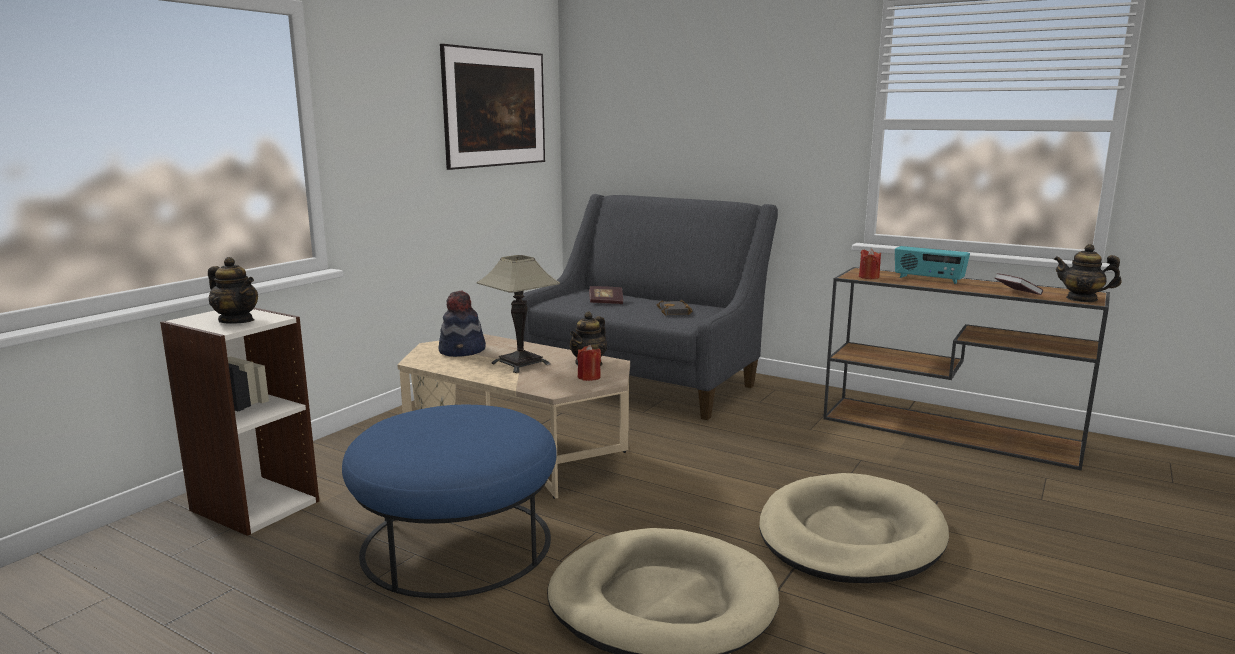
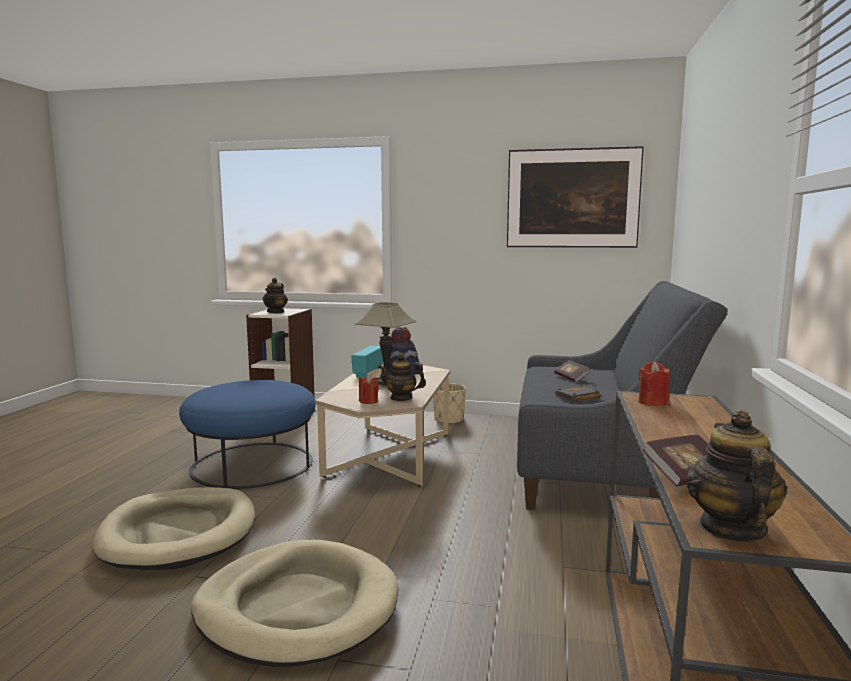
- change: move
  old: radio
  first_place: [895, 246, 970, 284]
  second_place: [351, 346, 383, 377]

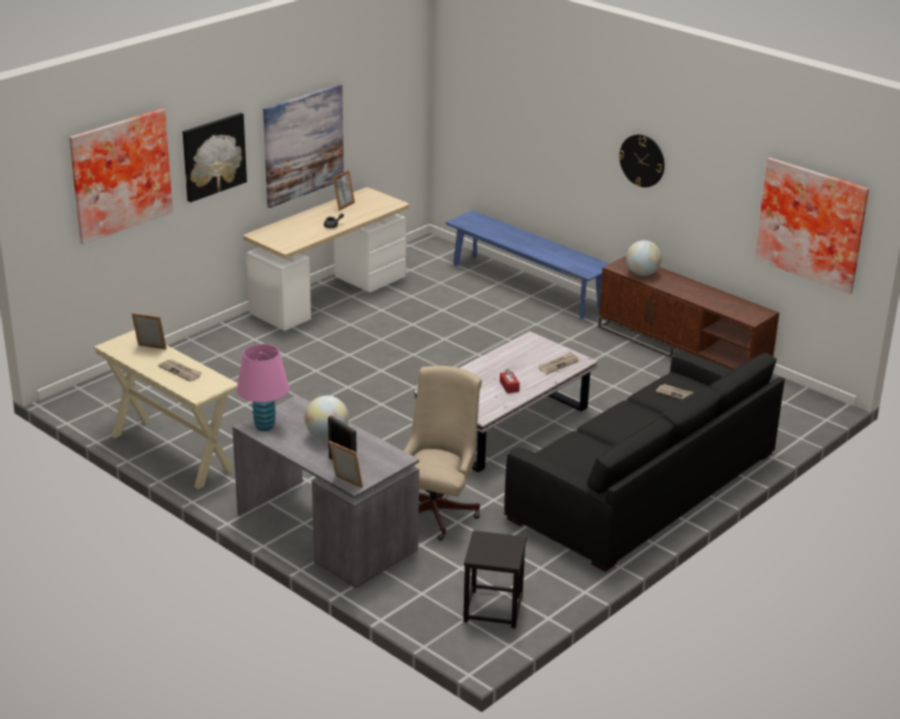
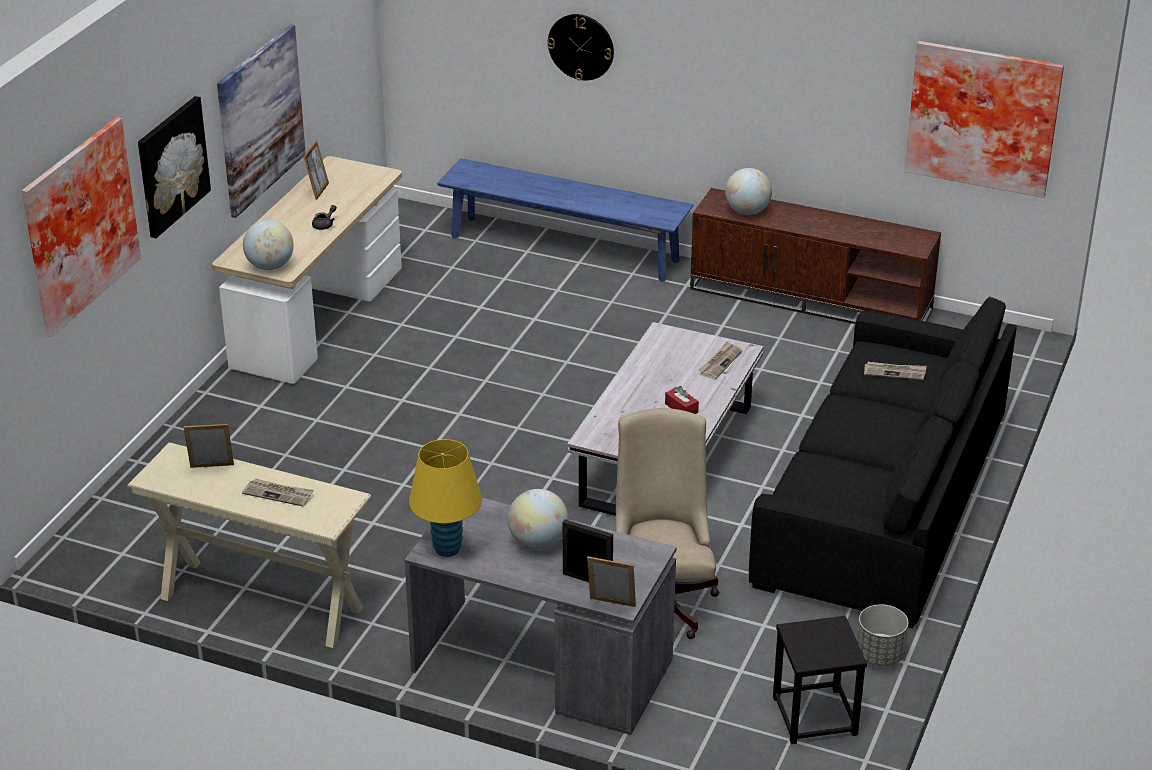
- change: recolor
  old: pink table lamp
  new: yellow table lamp
  first_place: [237, 344, 289, 431]
  second_place: [409, 439, 482, 557]
- change: move
  old: wall clock
  first_place: [619, 134, 665, 187]
  second_place: [547, 14, 614, 81]
- change: insert
  new: globe
  second_place: [243, 220, 294, 270]
- change: insert
  new: grey planter
  second_place: [857, 604, 908, 666]

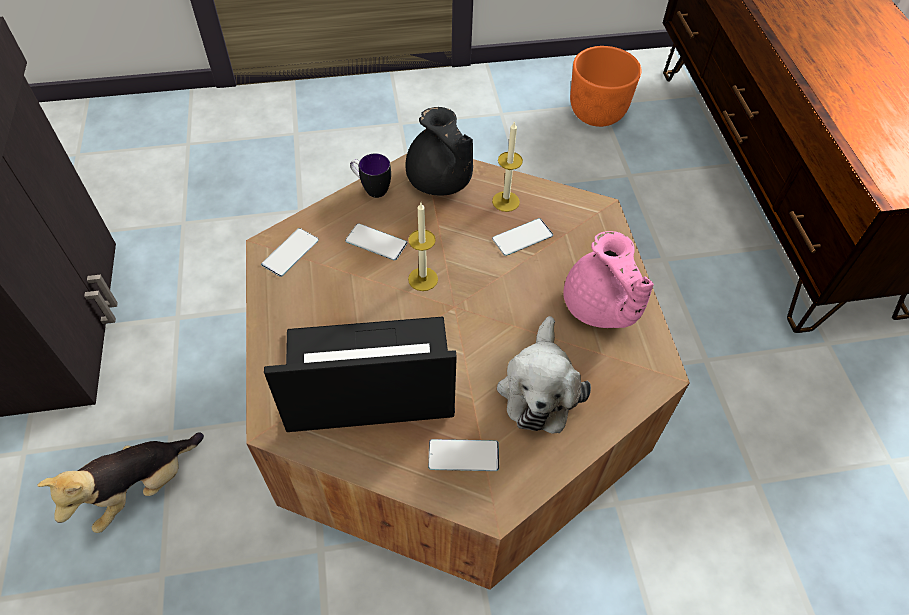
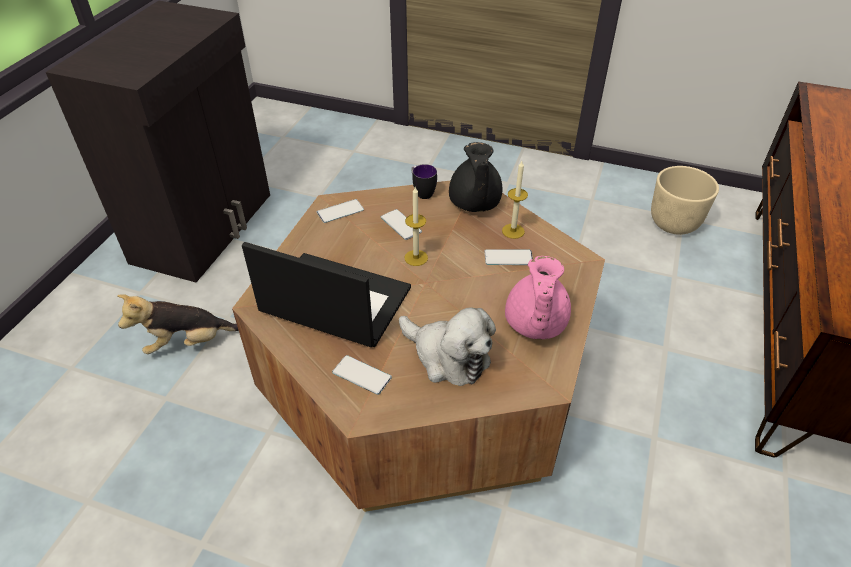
- change: rotate
  old: plush toy
  first_place: [497, 316, 591, 434]
  second_place: [399, 307, 496, 386]
  degrees: -90
- change: recolor
  old: orange planter
  new: beige planter
  first_place: [570, 46, 641, 127]
  second_place: [651, 166, 719, 235]

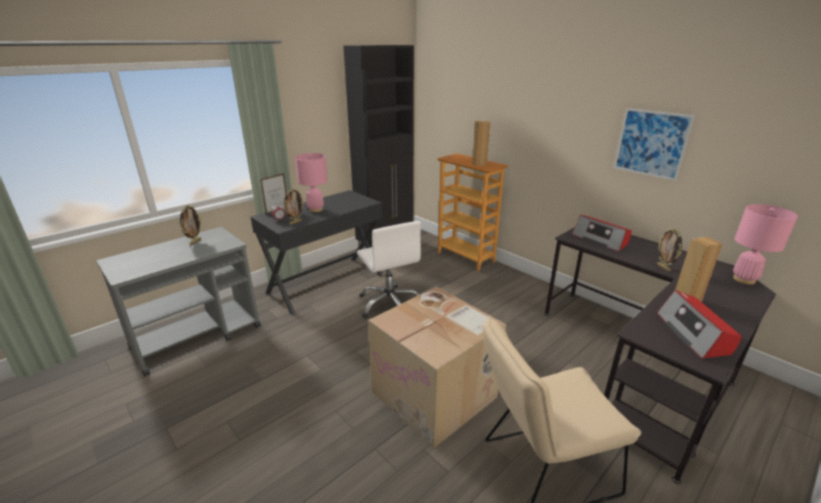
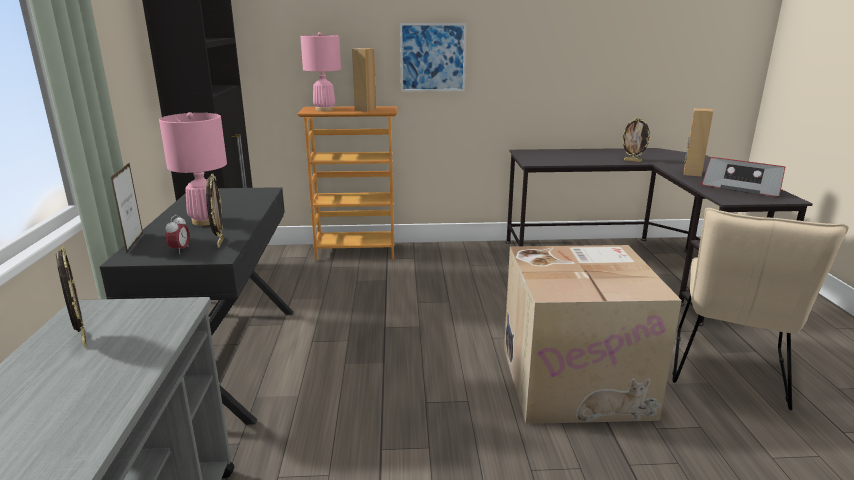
- change: delete
  old: white office chair
  first_place: [357, 221, 421, 319]
- change: delete
  old: radio
  first_place: [572, 215, 632, 251]
- change: move
  old: picture
  first_place: [614, 108, 695, 181]
  second_place: [400, 23, 466, 91]
- change: move
  old: pink table lamp
  first_place: [733, 204, 798, 285]
  second_place: [300, 32, 341, 111]

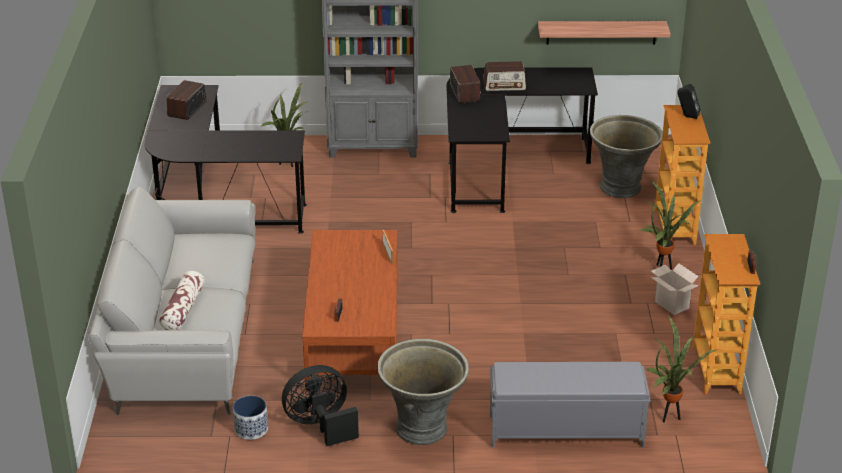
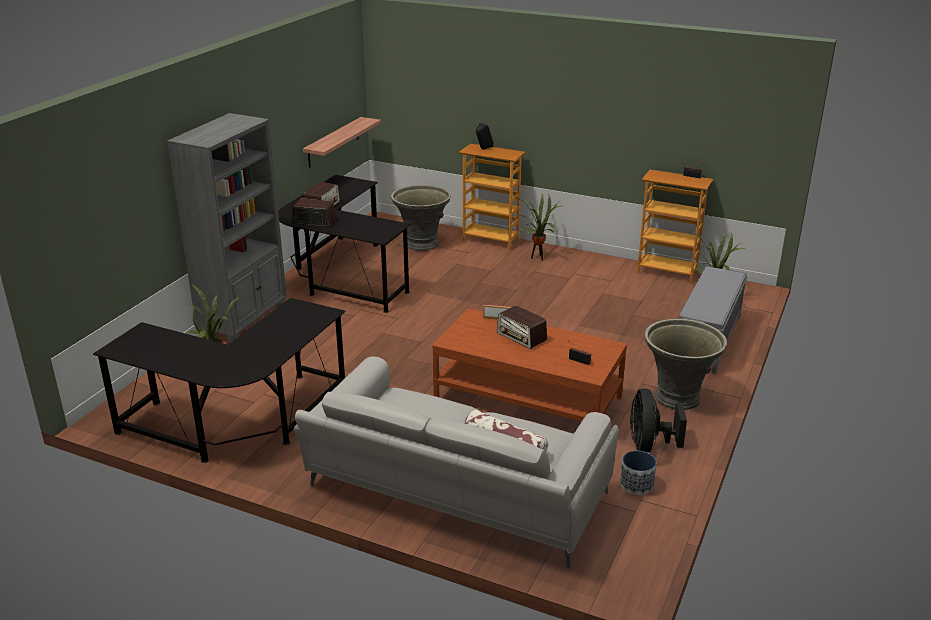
- change: move
  old: radio
  first_place: [167, 80, 207, 120]
  second_place: [497, 305, 547, 349]
- change: delete
  old: cardboard box
  first_place: [651, 263, 699, 315]

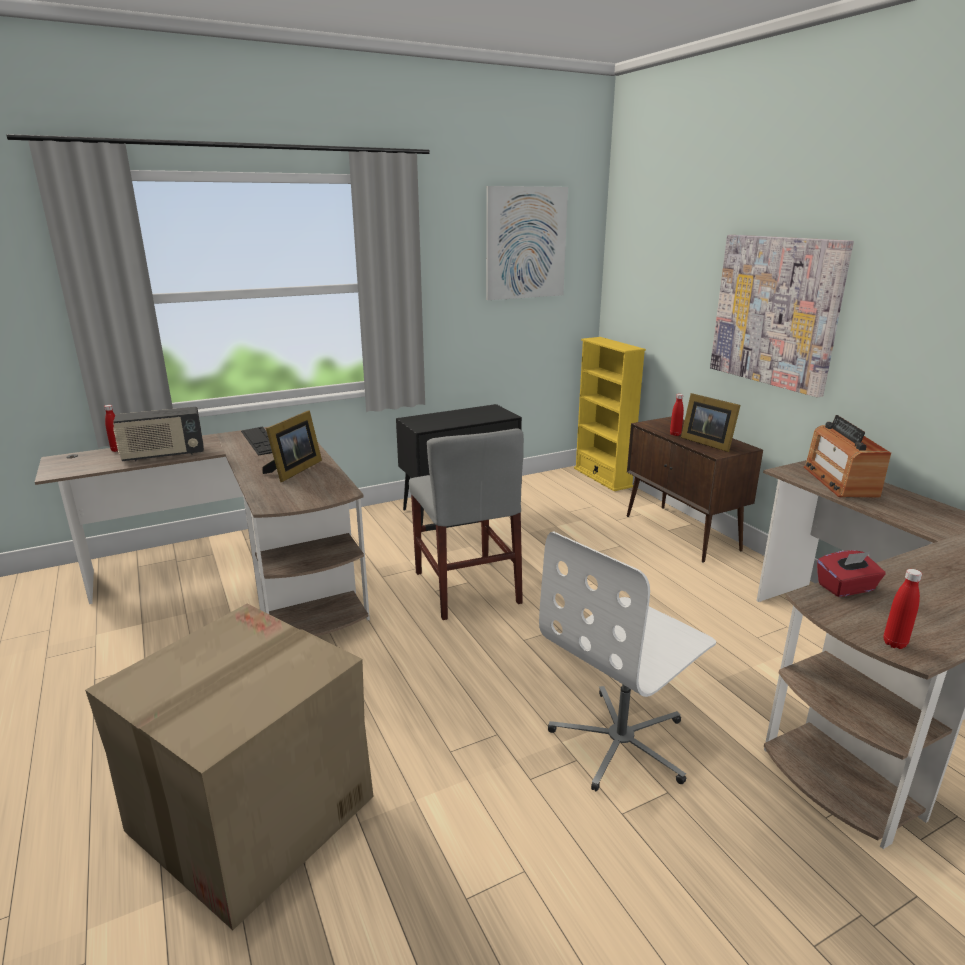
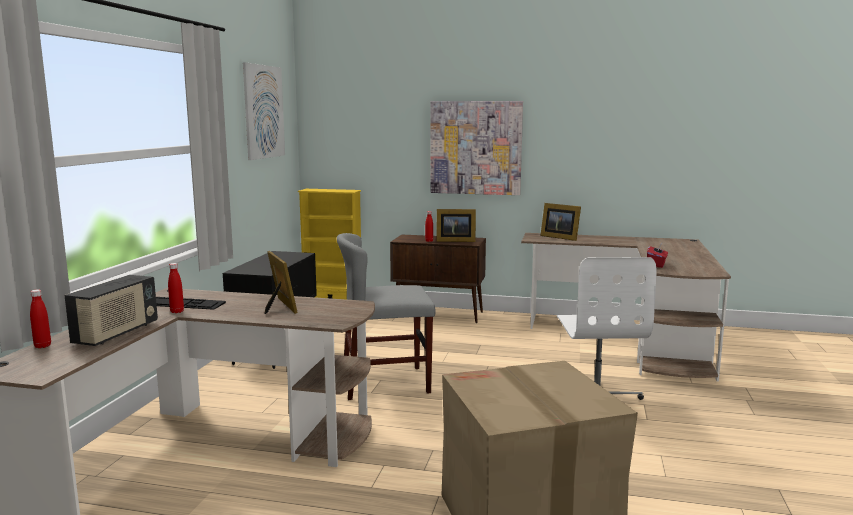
- change: rotate
  old: grey chair
  first_place: [409, 428, 524, 620]
  second_place: [337, 233, 436, 400]
  degrees: 150
- change: replace
  old: radio
  new: picture frame
  first_place: [804, 415, 891, 498]
  second_place: [540, 203, 581, 241]
- change: move
  old: red bottle
  first_place: [883, 569, 922, 649]
  second_place: [168, 263, 184, 313]

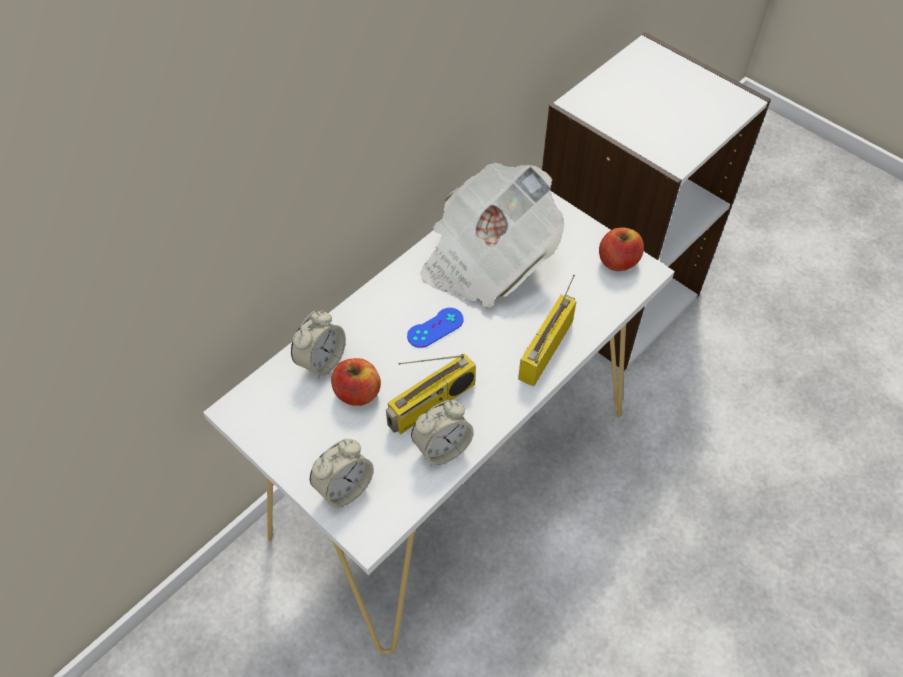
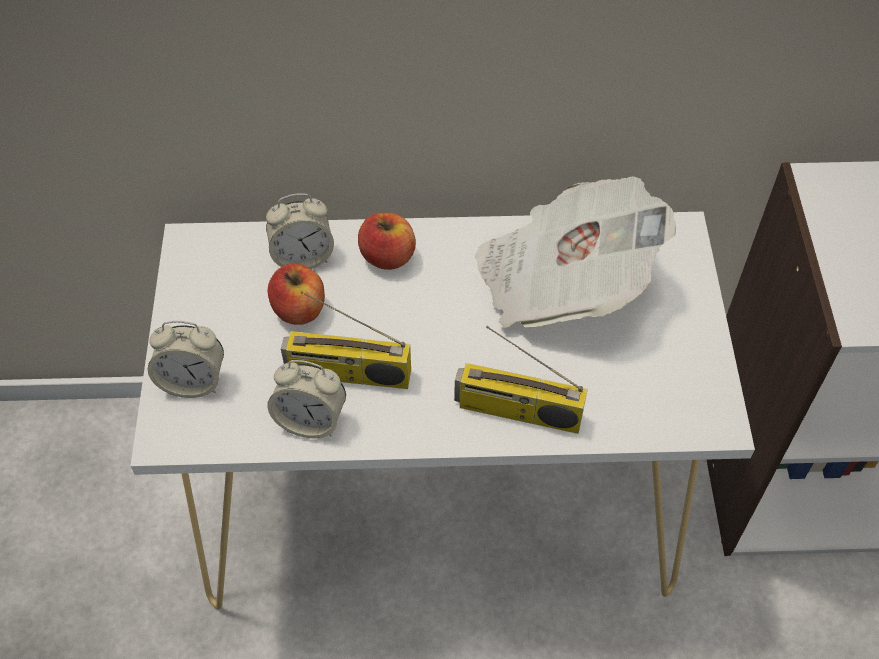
- change: delete
  old: blue game controller
  first_place: [407, 308, 464, 348]
- change: rotate
  old: radio
  first_place: [518, 274, 577, 387]
  second_place: [454, 326, 588, 434]
  degrees: -150
- change: move
  old: apple
  first_place: [599, 227, 644, 271]
  second_place: [358, 213, 416, 270]

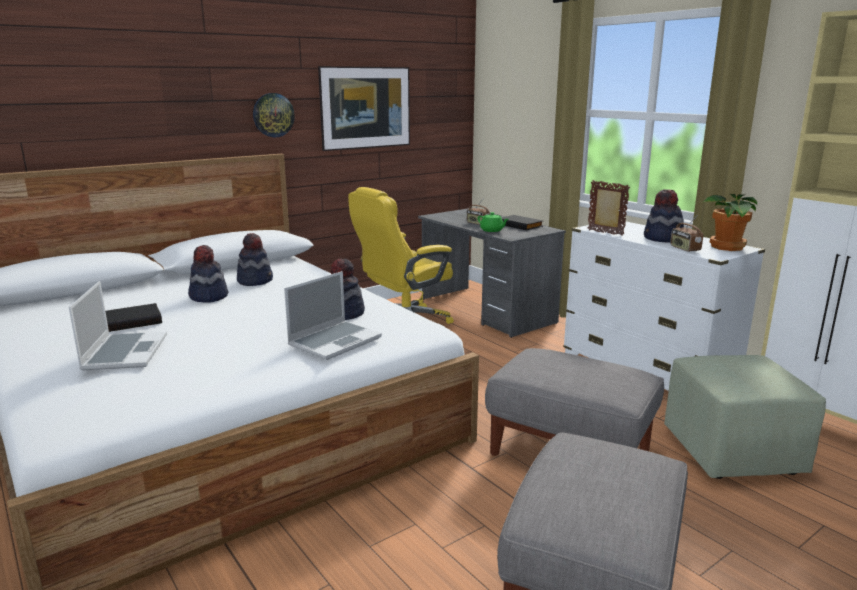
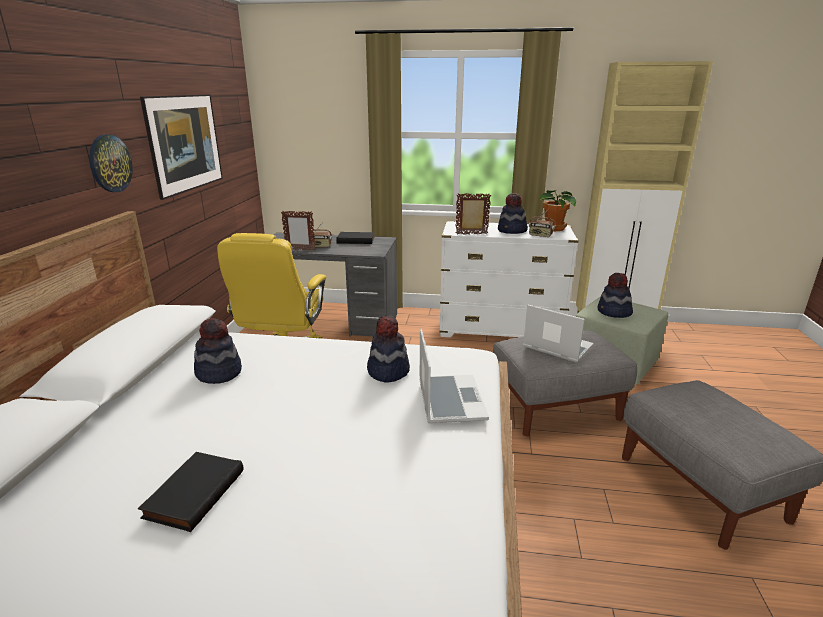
- change: move
  old: laptop
  first_place: [69, 281, 167, 370]
  second_place: [523, 304, 593, 362]
- change: move
  old: hat
  first_place: [188, 245, 228, 303]
  second_place: [597, 273, 633, 318]
- change: delete
  old: green teapot
  first_place: [478, 212, 508, 232]
- change: insert
  new: picture frame
  second_place: [281, 211, 315, 251]

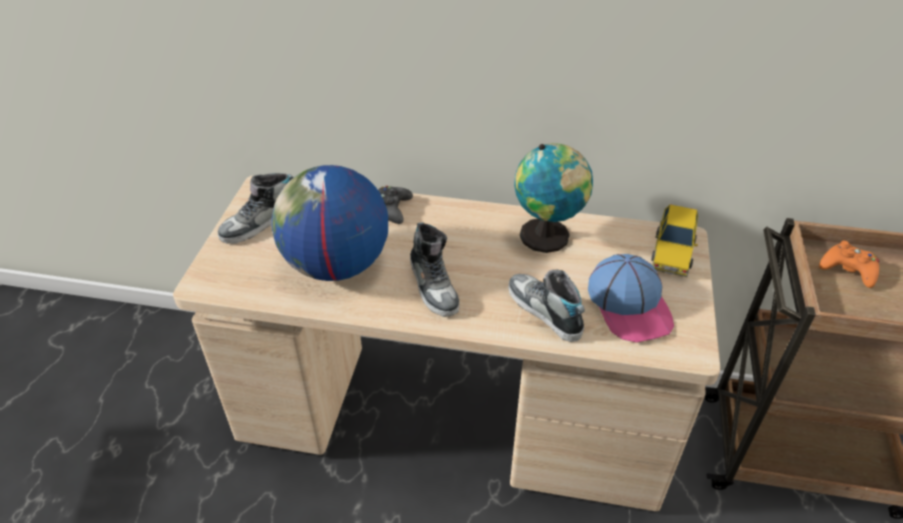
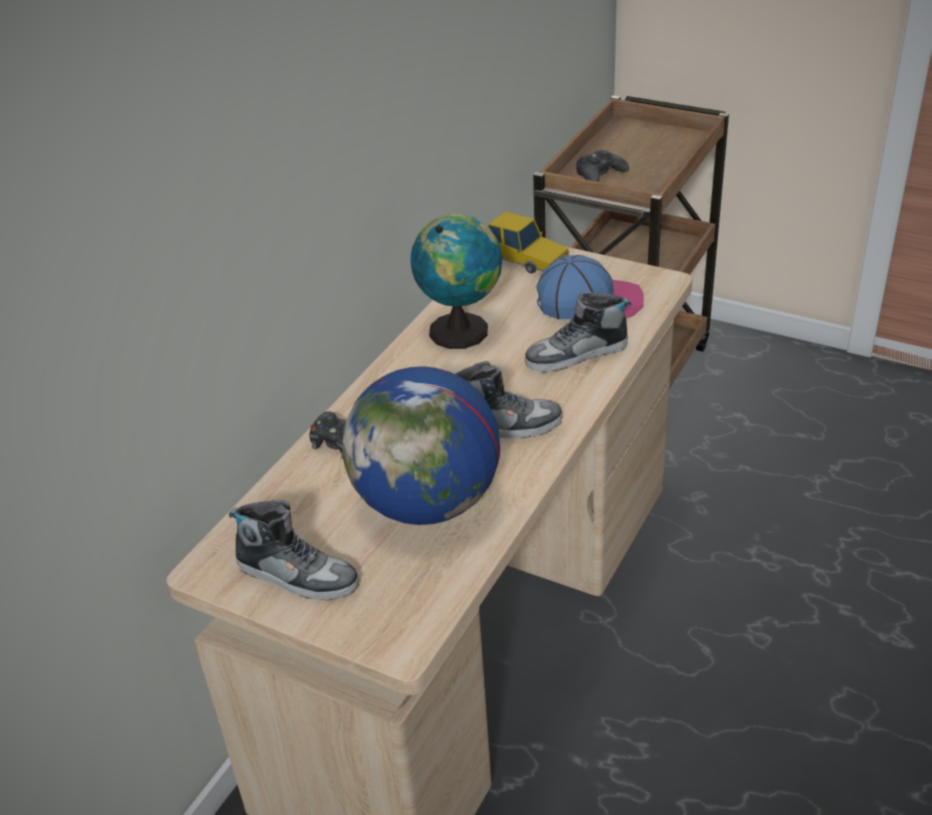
- change: rotate
  old: shoe
  first_place: [218, 173, 293, 244]
  second_place: [229, 500, 359, 601]
  degrees: -45
- change: recolor
  old: orange game controller
  new: black game controller
  first_place: [819, 240, 879, 288]
  second_place: [576, 150, 629, 182]

